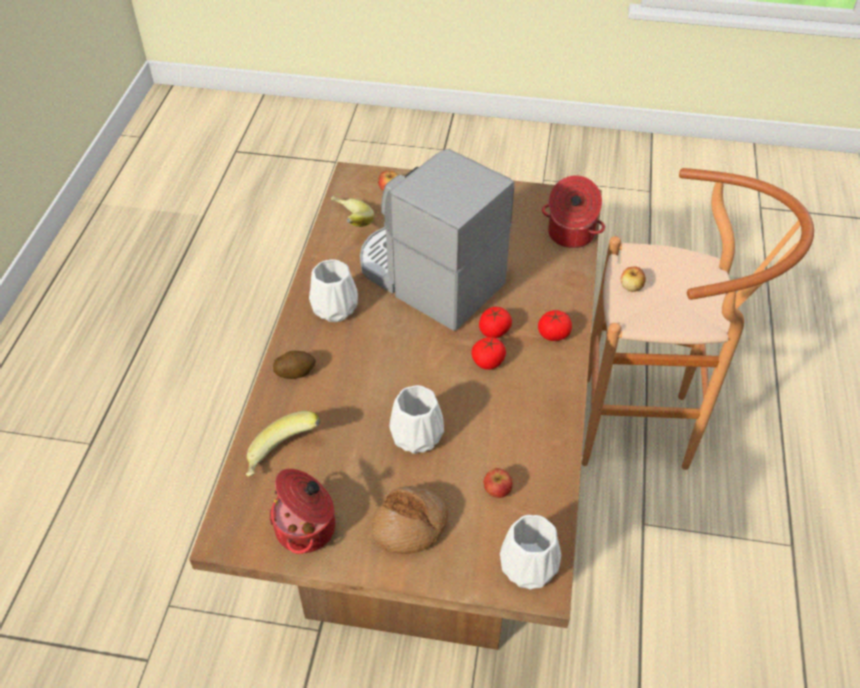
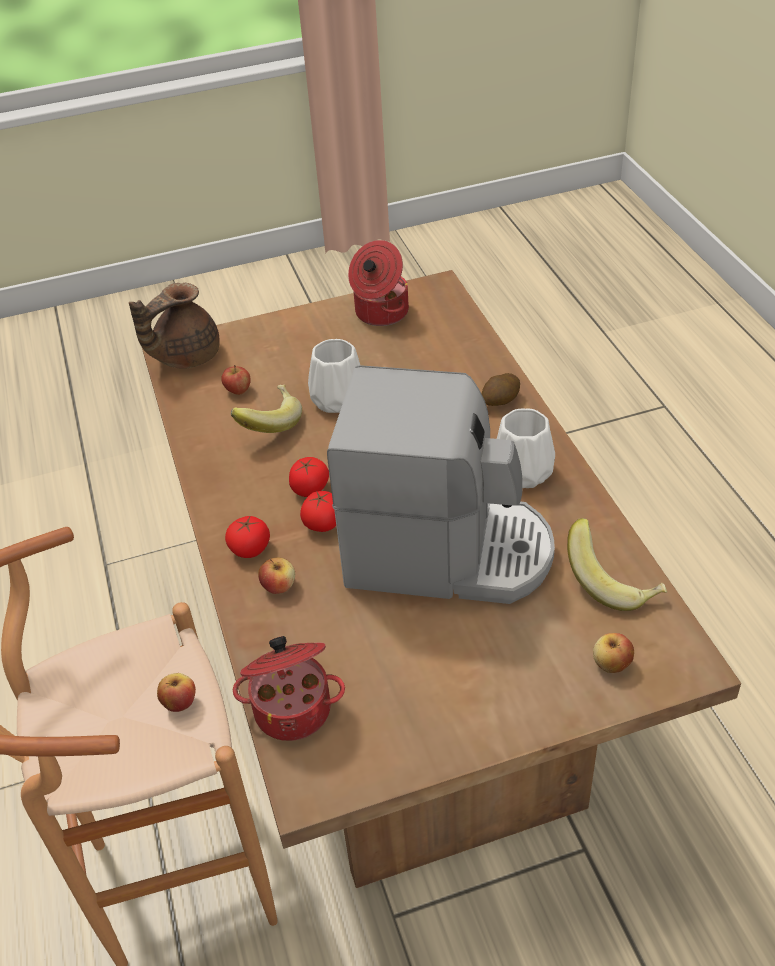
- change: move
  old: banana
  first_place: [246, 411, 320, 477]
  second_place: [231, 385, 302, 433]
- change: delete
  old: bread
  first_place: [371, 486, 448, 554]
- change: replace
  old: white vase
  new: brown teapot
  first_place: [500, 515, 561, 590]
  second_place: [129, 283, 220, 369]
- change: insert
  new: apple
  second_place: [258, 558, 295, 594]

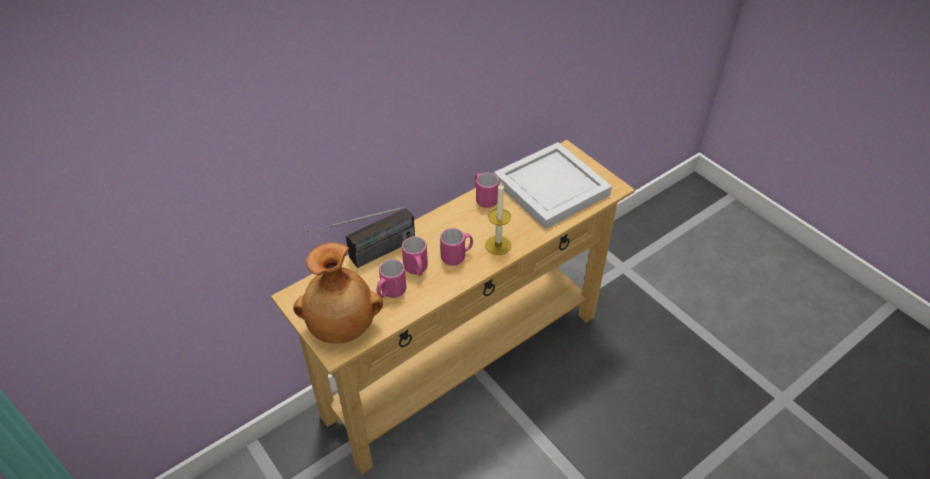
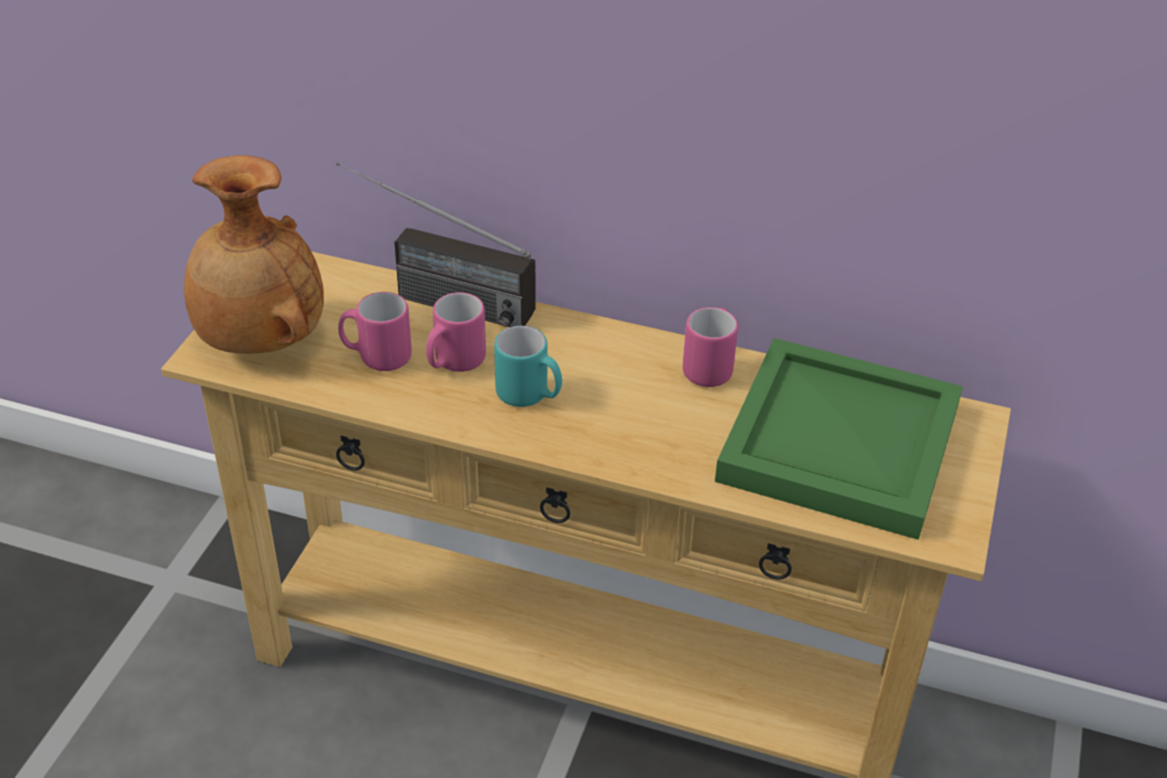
- change: recolor
  old: pink mug
  new: turquoise mug
  first_place: [440, 228, 473, 266]
  second_place: [494, 326, 562, 407]
- change: delete
  old: candle
  first_place: [485, 183, 511, 255]
- change: recolor
  old: white tray
  new: green tray
  first_place: [494, 142, 612, 229]
  second_place: [715, 338, 963, 540]

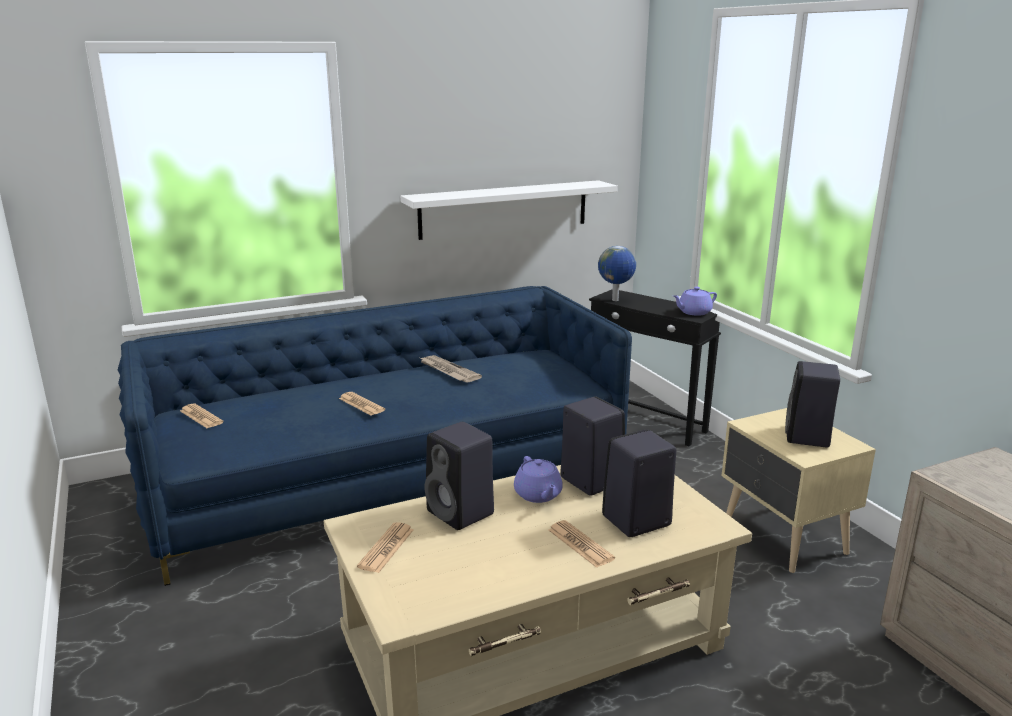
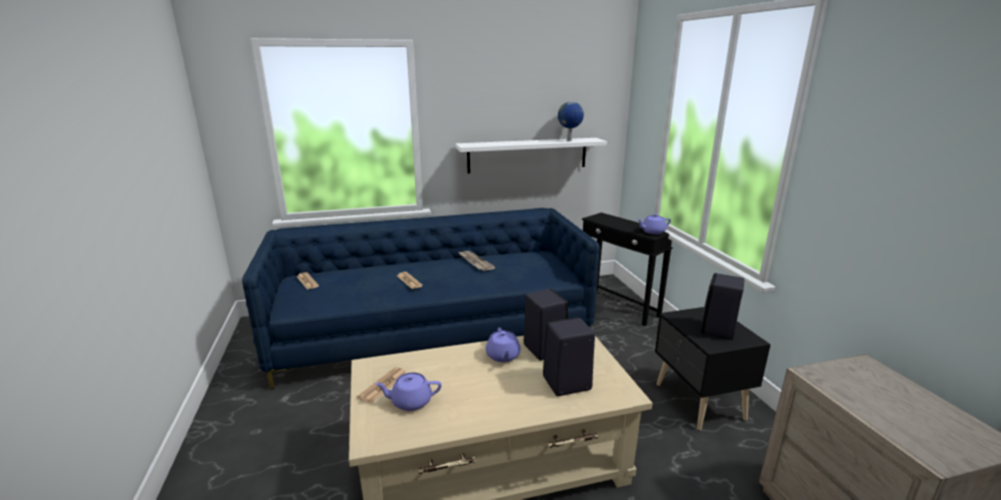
- change: delete
  old: black speaker
  first_place: [425, 422, 494, 530]
- change: delete
  old: newspaper
  first_place: [549, 520, 615, 568]
- change: move
  old: globe
  first_place: [598, 246, 636, 301]
  second_place: [558, 101, 584, 141]
- change: recolor
  old: beige nightstand
  new: black nightstand
  first_place: [722, 408, 876, 573]
  second_place: [655, 307, 771, 430]
- change: insert
  new: purple teapot
  second_place: [375, 372, 442, 411]

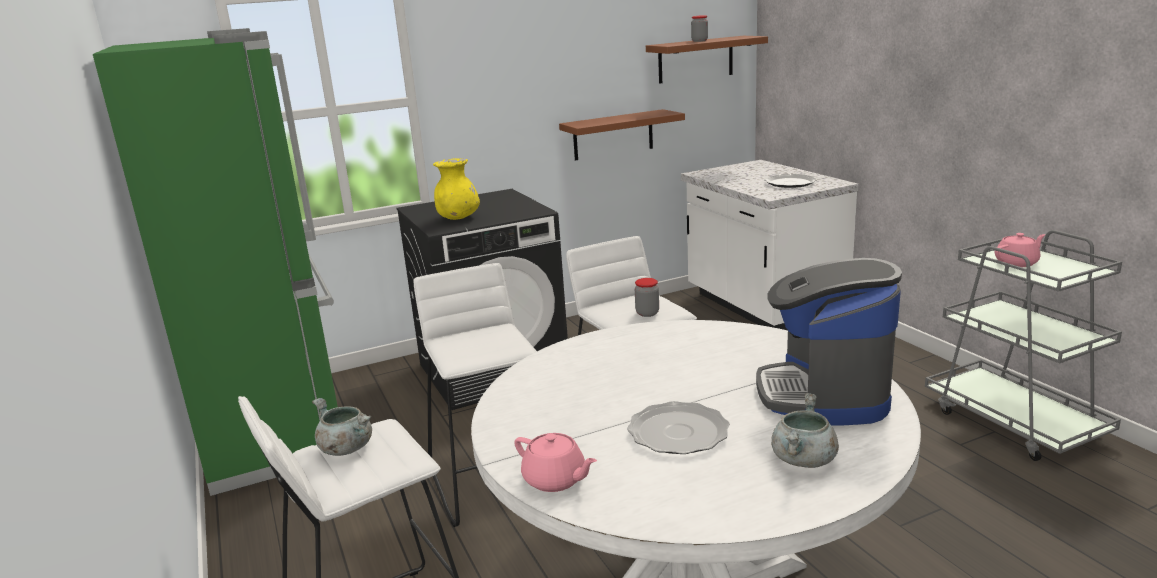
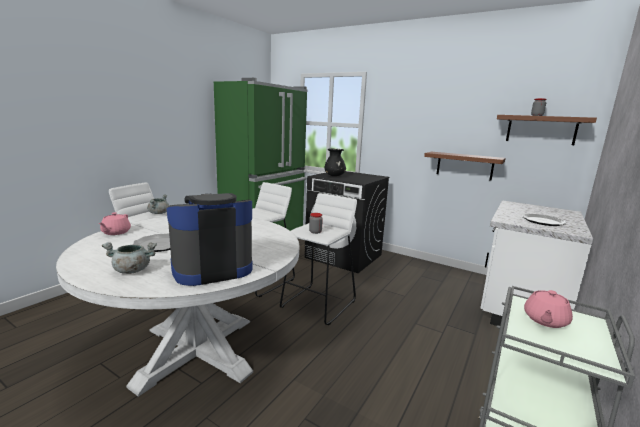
- change: recolor
  old: yellow vase
  new: black vase
  first_place: [433, 158, 480, 220]
  second_place: [325, 148, 346, 176]
- change: rotate
  old: pink teapot
  first_place: [995, 233, 1045, 267]
  second_place: [524, 290, 573, 328]
  degrees: 90

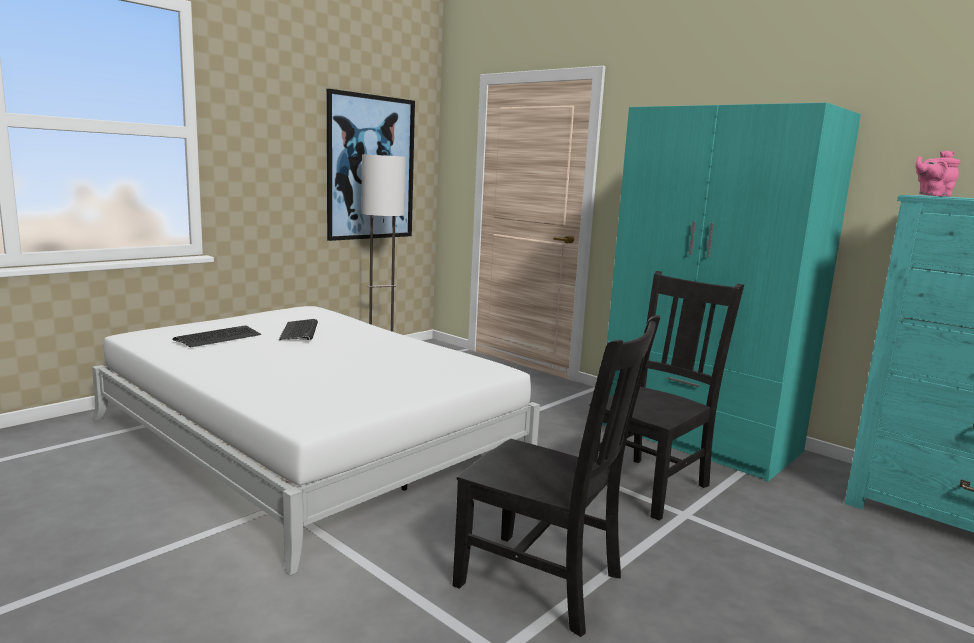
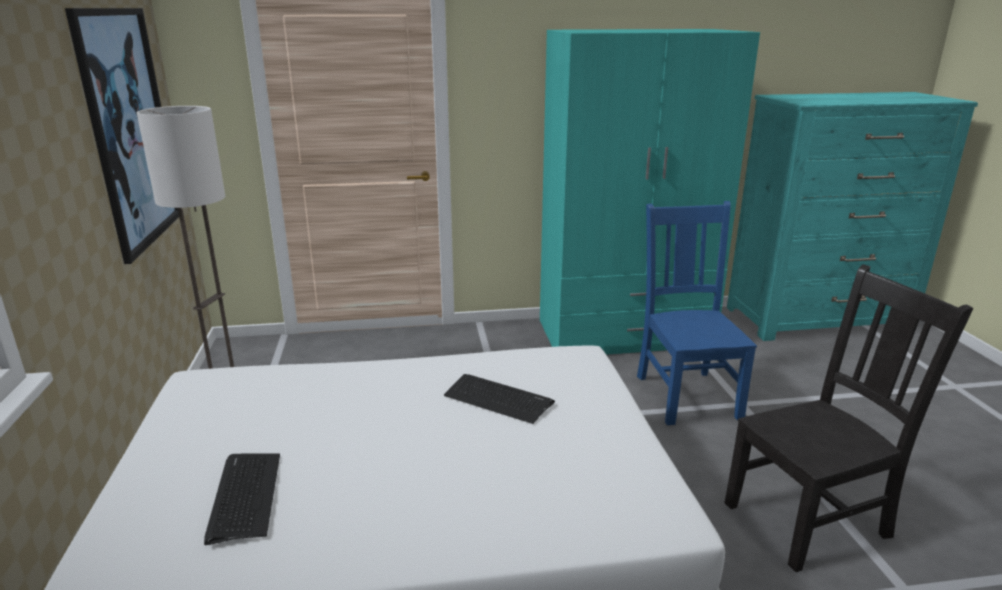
- change: move
  old: keyboard
  first_place: [279, 319, 318, 340]
  second_place: [444, 374, 555, 424]
- change: recolor
  old: black chair
  new: blue chair
  first_place: [589, 271, 744, 521]
  second_place: [637, 201, 757, 425]
- change: delete
  old: pink teapot
  first_place: [915, 150, 961, 197]

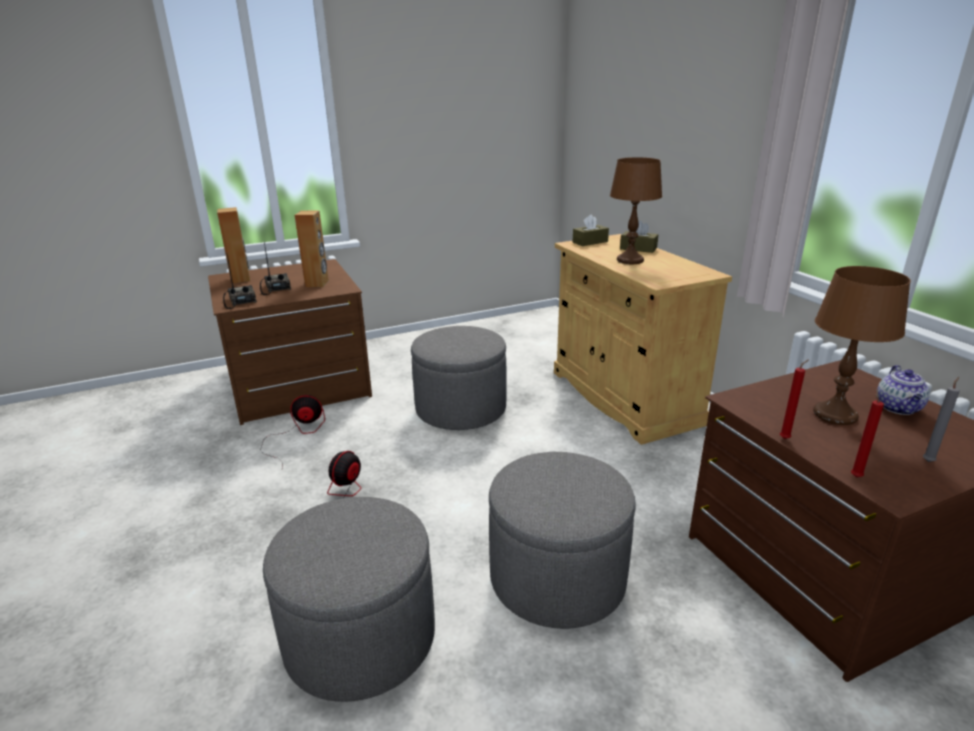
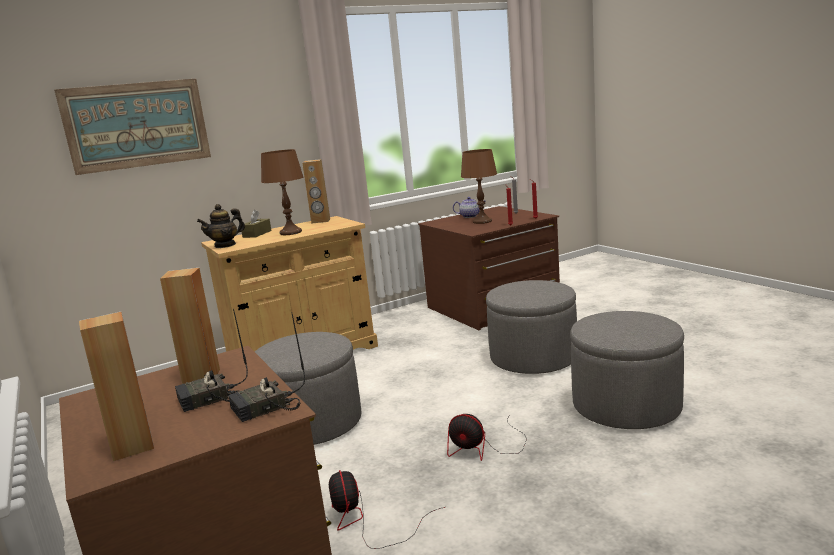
- change: replace
  old: brown tissue box
  new: teapot
  first_place: [573, 214, 609, 246]
  second_place: [197, 204, 245, 248]
- change: insert
  new: picture
  second_place: [54, 79, 211, 175]
- change: insert
  new: brown speaker
  second_place: [302, 159, 330, 224]

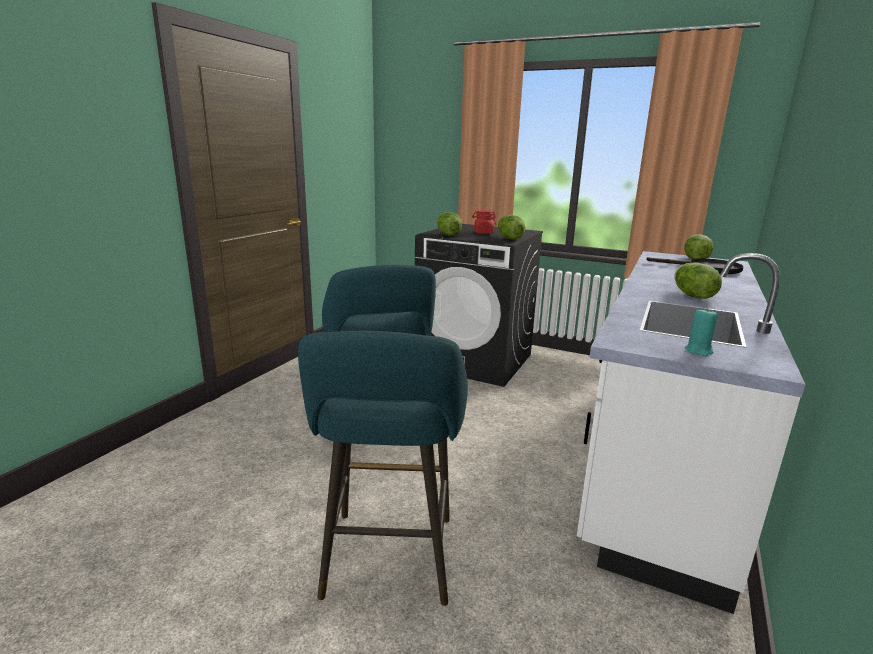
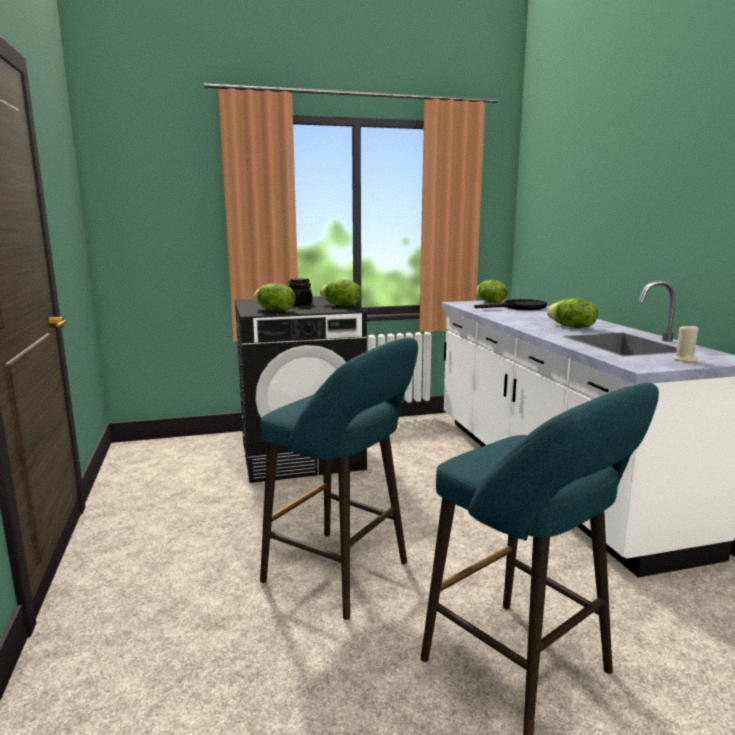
- change: recolor
  old: red jar
  new: black jar
  first_place: [472, 210, 496, 234]
  second_place: [287, 278, 313, 305]
- change: recolor
  old: turquoise candle
  new: beige candle
  first_place: [685, 308, 718, 357]
  second_place: [673, 324, 699, 362]

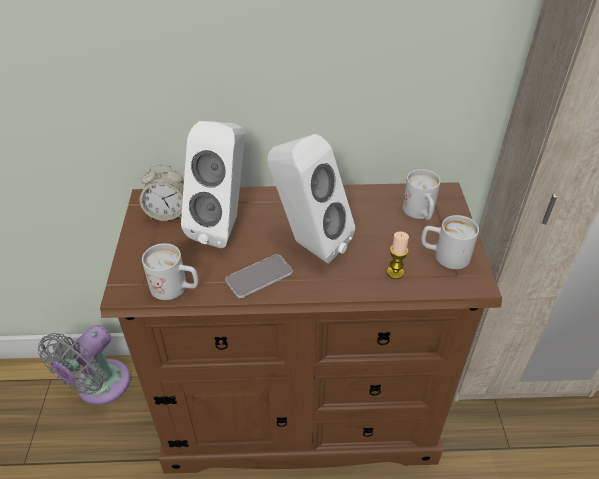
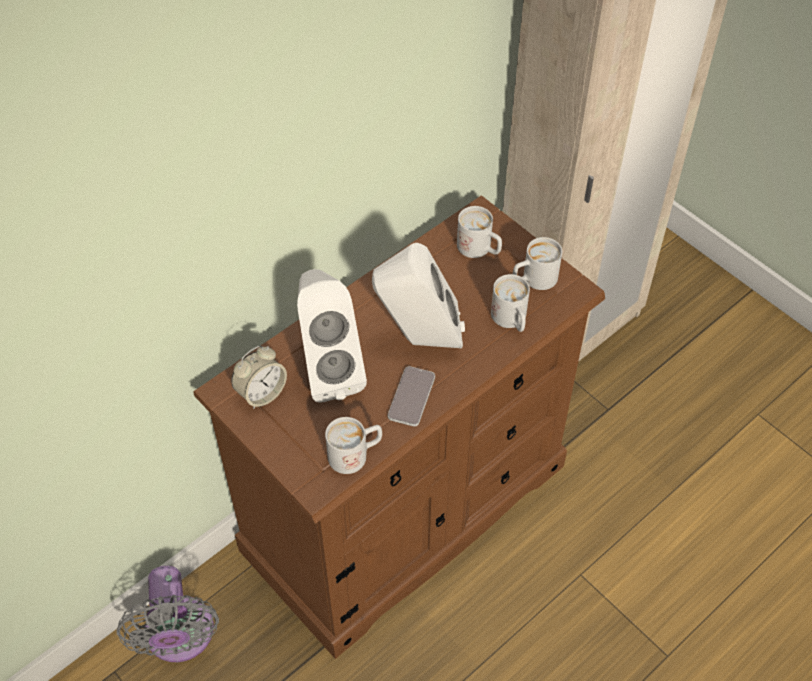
- change: replace
  old: candle
  new: white mug
  first_place: [387, 231, 409, 279]
  second_place: [491, 274, 530, 332]

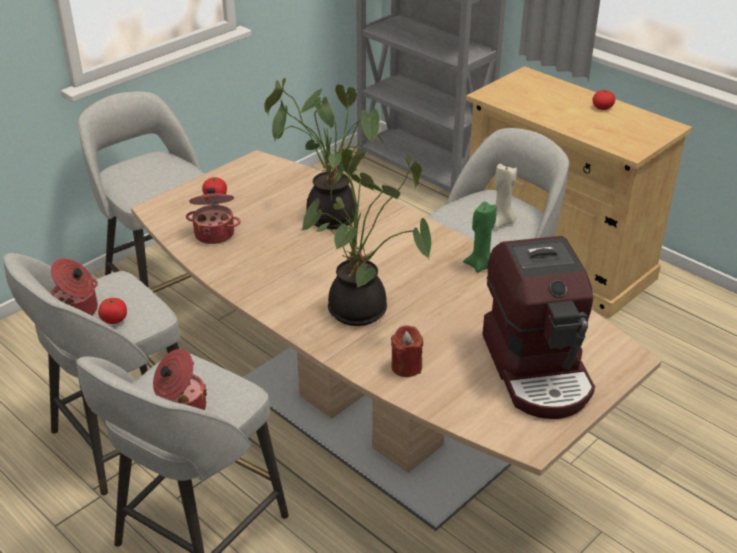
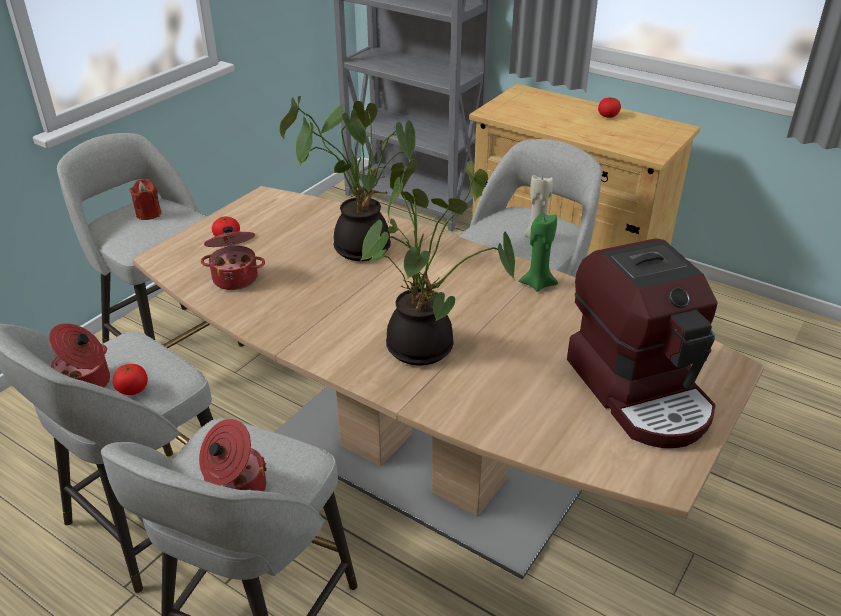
- change: move
  old: red candle
  first_place: [391, 325, 423, 377]
  second_place: [129, 179, 161, 220]

